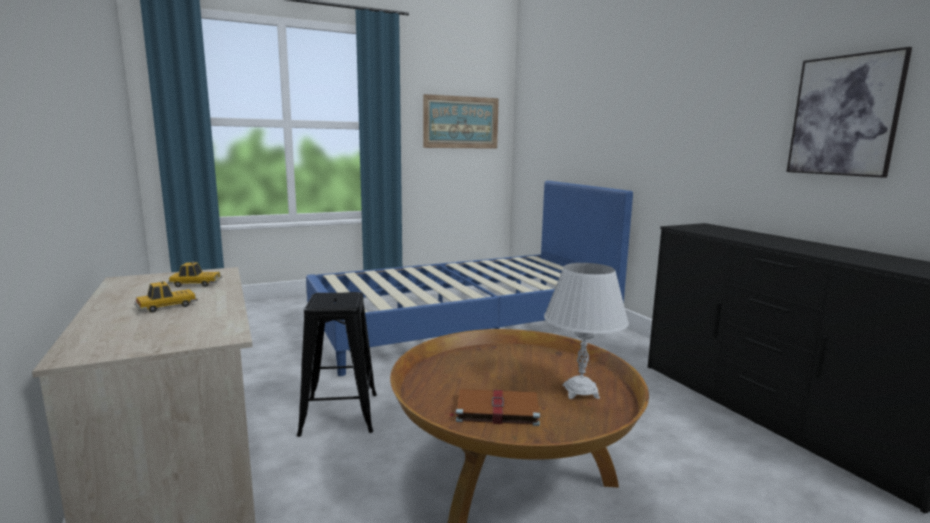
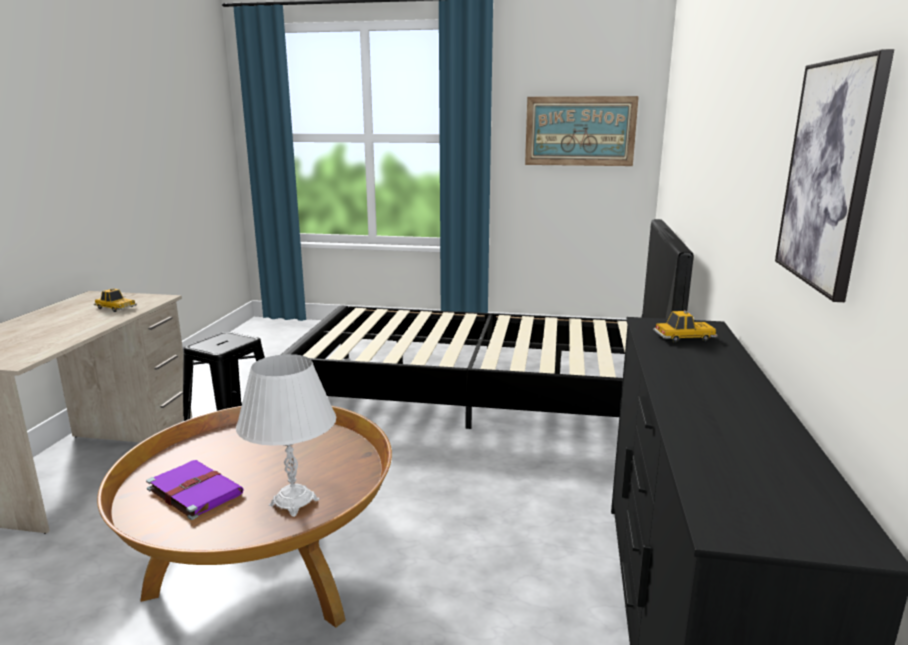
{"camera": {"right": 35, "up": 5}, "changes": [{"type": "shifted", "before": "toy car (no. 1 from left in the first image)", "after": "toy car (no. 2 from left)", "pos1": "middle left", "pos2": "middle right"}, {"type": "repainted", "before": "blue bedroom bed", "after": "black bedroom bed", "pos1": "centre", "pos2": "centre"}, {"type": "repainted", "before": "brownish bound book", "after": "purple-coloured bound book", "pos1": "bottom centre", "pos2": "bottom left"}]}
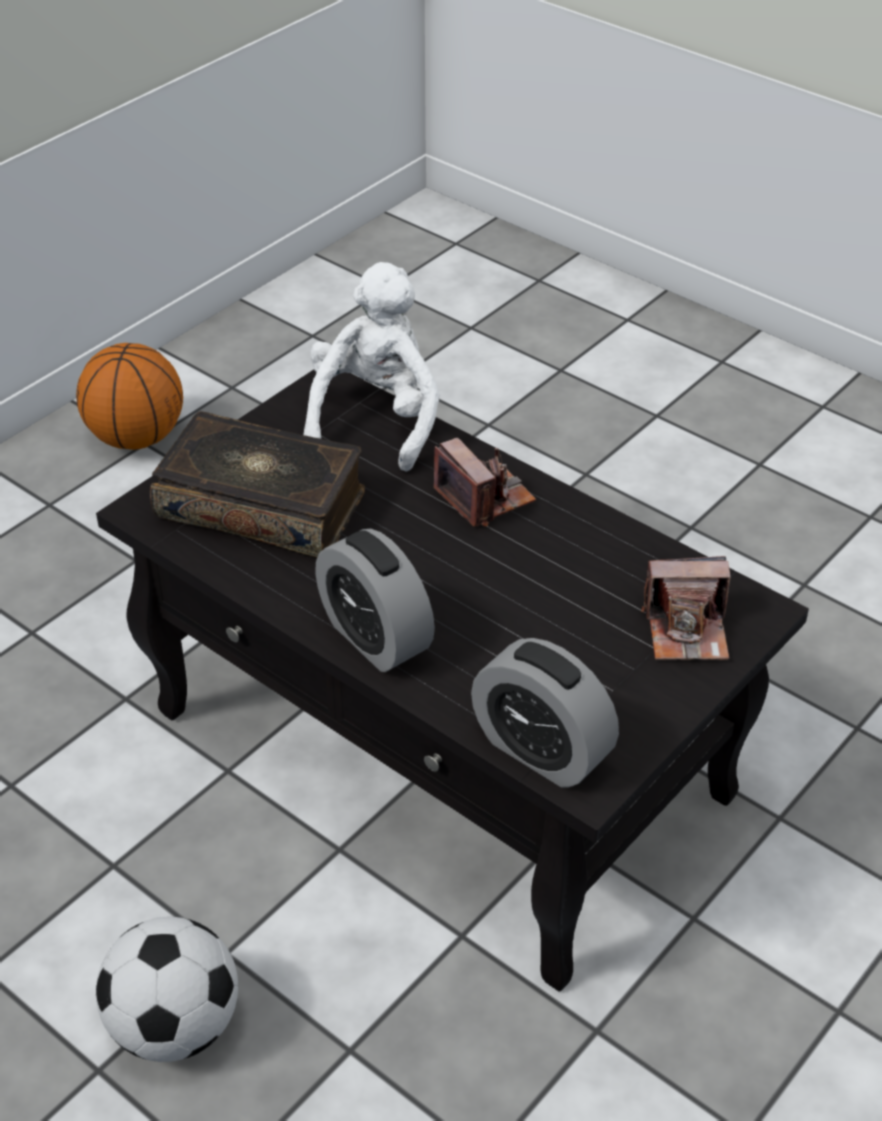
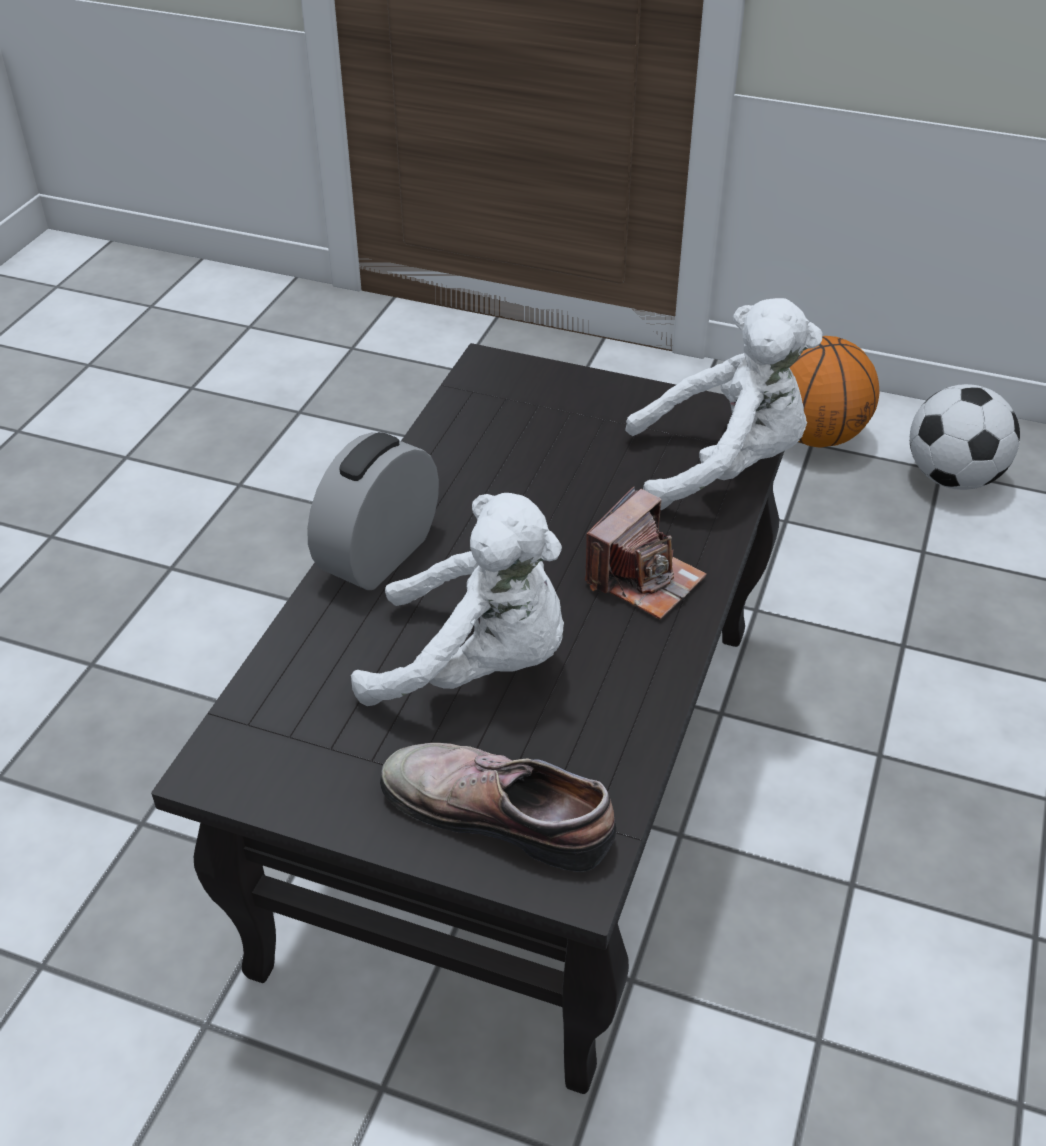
{"camera": {"right": 70, "up": 0}, "changes": [{"type": "gone", "before": "bound book", "pos1": "middle left"}, {"type": "gone", "before": "table clock (no. 2 from left)", "pos1": "centre"}, {"type": "new", "after": "white-coloured soft toy (no. 1 from left)", "pos2": "centre"}, {"type": "shifted", "before": "football ball", "pos1": "bottom left", "pos2": "middle right"}, {"type": "swapped", "before": "photo camera (no. 2 from left)", "after": "item of footwear", "pos1": "middle right", "pos2": "bottom centre"}]}
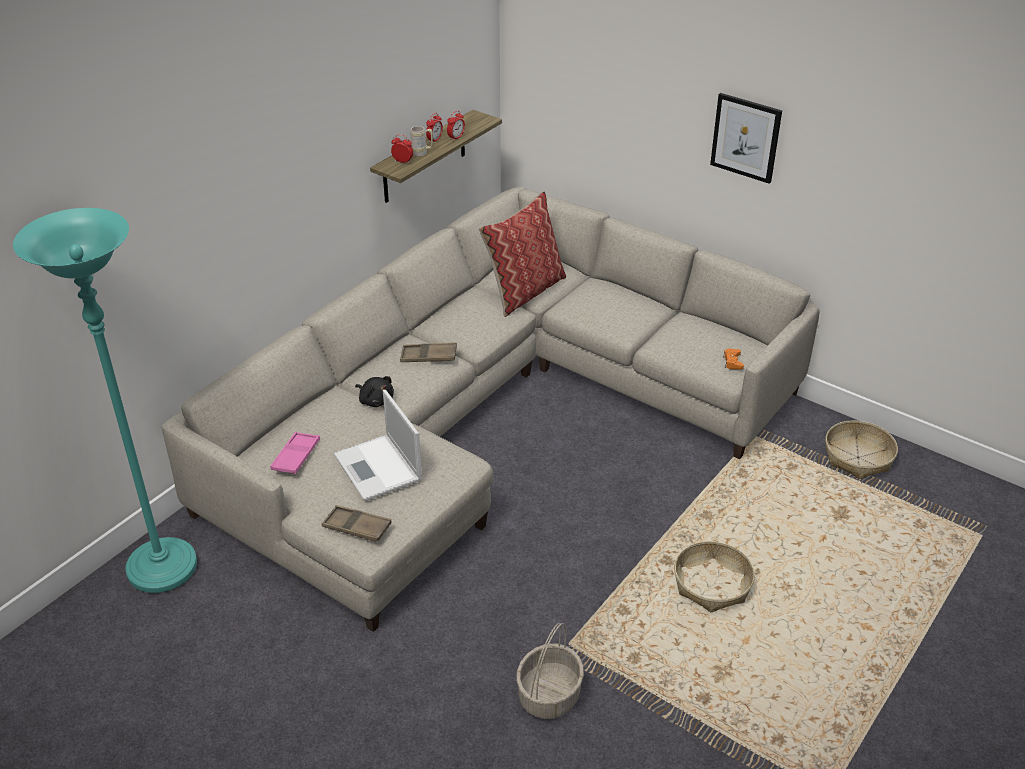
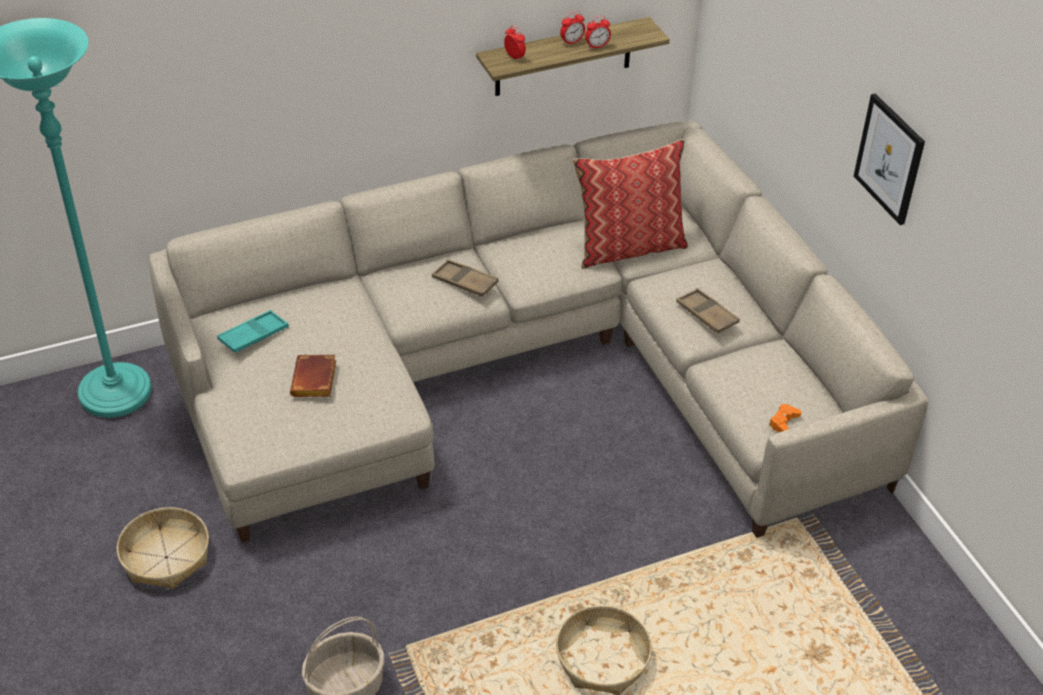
{"camera": {"right": 30, "up": 5}, "changes": [{"type": "gone", "before": "black soft toy", "pos1": "centre"}, {"type": "gone", "before": "beige-coloured coffee mug", "pos1": "top centre"}, {"type": "shifted", "before": "brownish tray (no. 1 from left in the first image)", "after": "brownish tray (no. 2 from left)", "pos1": "bottom centre", "pos2": "middle right"}, {"type": "shifted", "before": "storage basket (no. 3 from left in the first image)", "after": "storage basket (no. 1 from left)", "pos1": "middle right", "pos2": "bottom left"}, {"type": "swapped", "before": "portable computer", "after": "brownish bound book", "pos1": "centre", "pos2": "middle left"}, {"type": "repainted", "before": "pink-coloured tray", "after": "turquoise-coloured tray", "pos1": "middle left", "pos2": "middle left"}]}
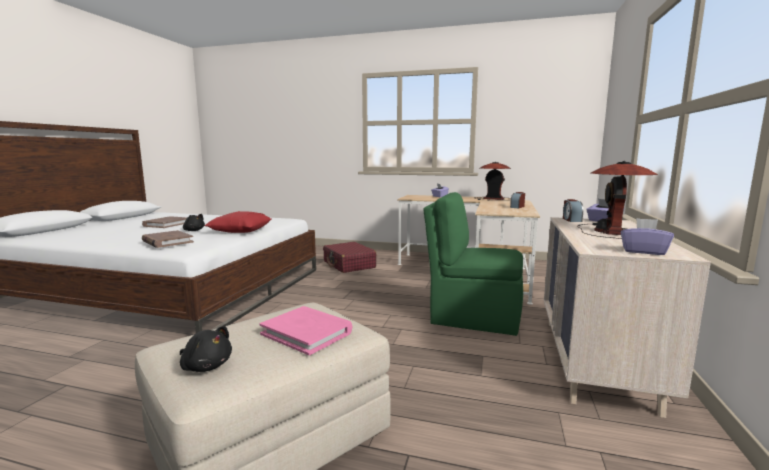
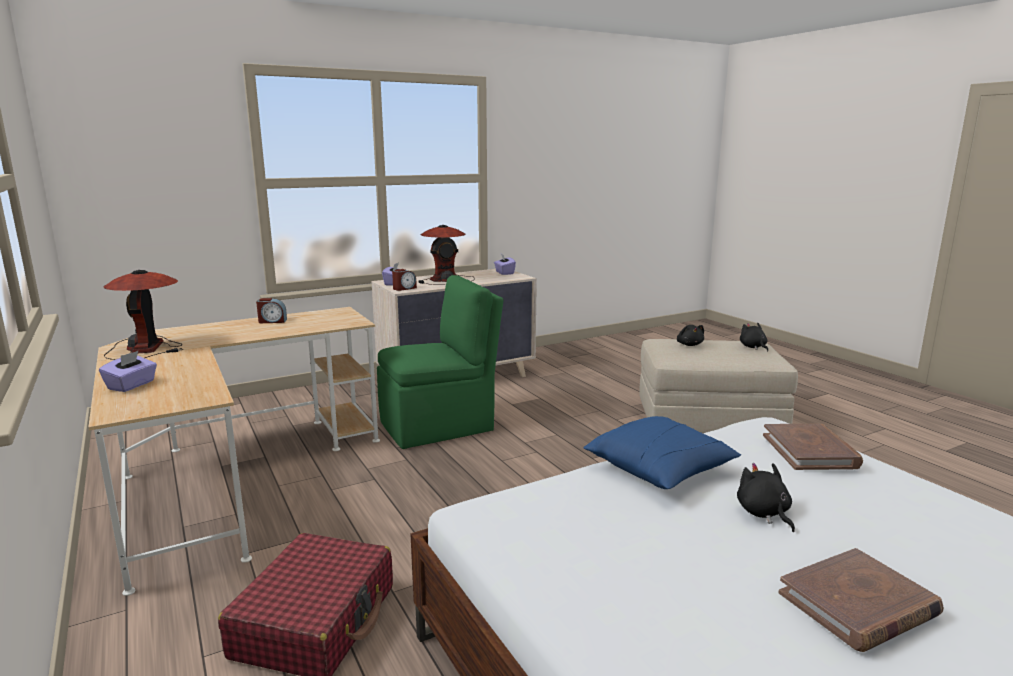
{"camera": {"right": -135, "up": 5}, "changes": [{"type": "swapped", "before": "pink-coloured bound book", "after": "black soft toy (no. 1 from left)", "pos1": "bottom centre", "pos2": "middle right"}, {"type": "repainted", "before": "reddish cushion", "after": "blue cushion", "pos1": "middle left", "pos2": "bottom centre"}, {"type": "rotated", "before": "green upright chair", "pos1": "centre", "pos2": "centre", "turn": -90}]}
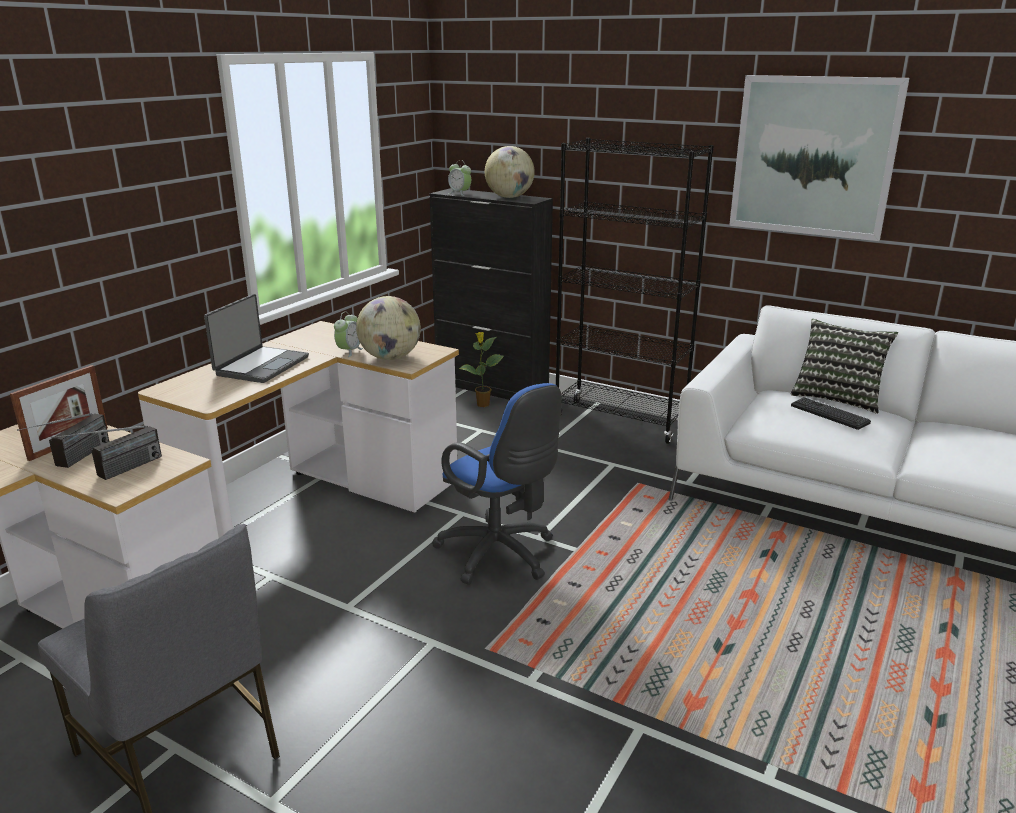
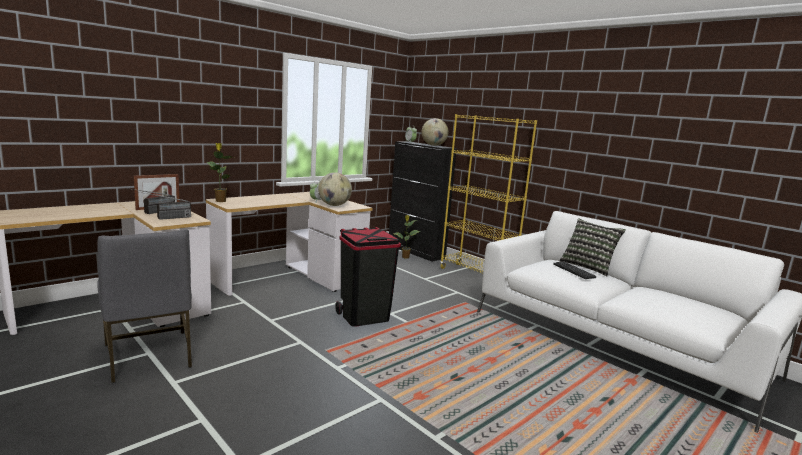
{"camera": {"right": 15, "up": -10}, "changes": [{"type": "gone", "before": "portable computer", "pos1": "middle left"}, {"type": "gone", "before": "picture", "pos1": "top right"}, {"type": "new", "after": "potted plant (no. 1 from left)", "pos2": "middle left"}, {"type": "swapped", "before": "blue computer chair", "after": "black trash can", "pos1": "centre", "pos2": "centre"}, {"type": "repainted", "before": "black shelving unit", "after": "yellow-coloured shelving unit", "pos1": "centre", "pos2": "centre"}]}
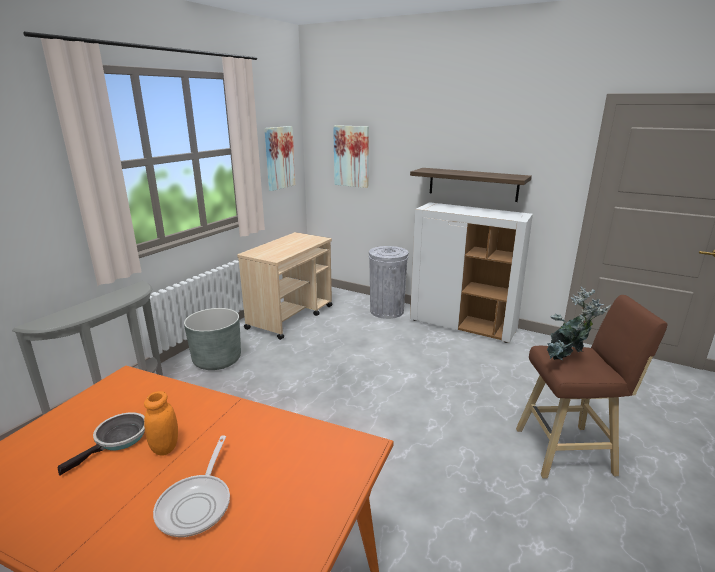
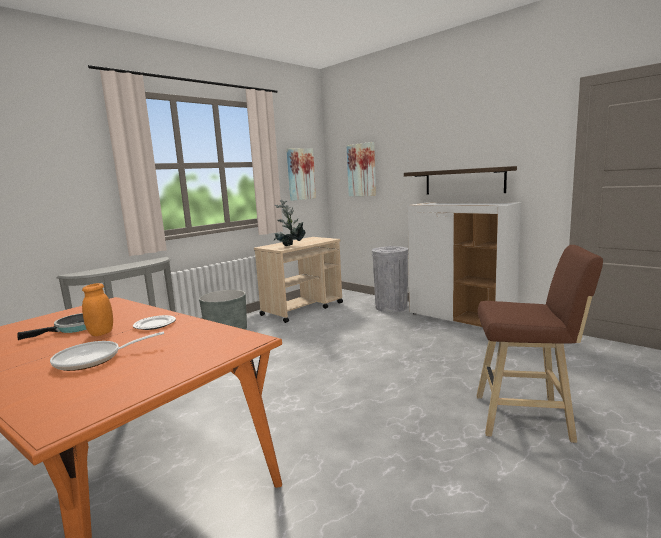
{"camera": {"right": 15, "up": -10}, "changes": [{"type": "new", "after": "dinner plate", "pos2": "middle left"}, {"type": "shifted", "before": "potted plant", "pos1": "middle right", "pos2": "centre"}, {"type": "rotated", "before": "skillet (no. 2 from left)", "pos1": "bottom left", "pos2": "middle left", "turn": 45}]}
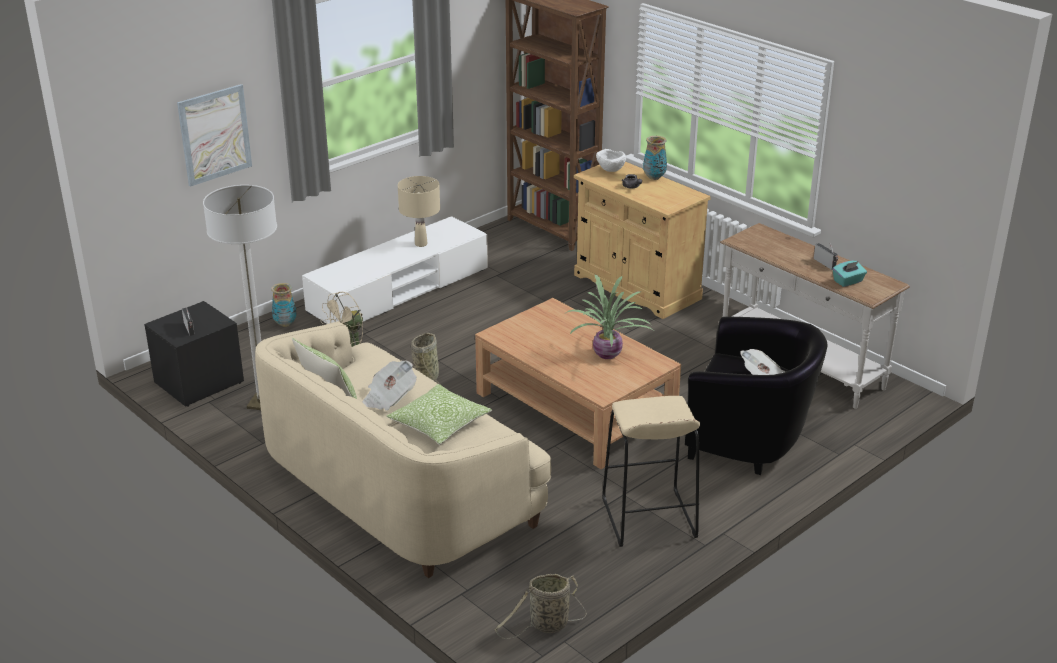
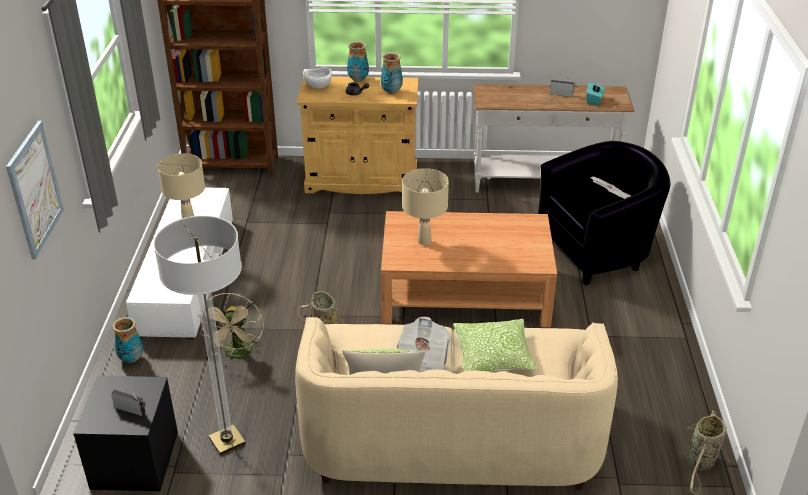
{"camera": {"right": -45, "up": 5}, "changes": [{"type": "gone", "before": "potted plant", "pos1": "centre"}, {"type": "gone", "before": "beige-coloured stool", "pos1": "bottom centre"}, {"type": "new", "after": "decorative vase (no. 3 from left)", "pos2": "top centre"}, {"type": "new", "after": "beige-coloured table lamp (no. 2 from left)", "pos2": "centre"}]}
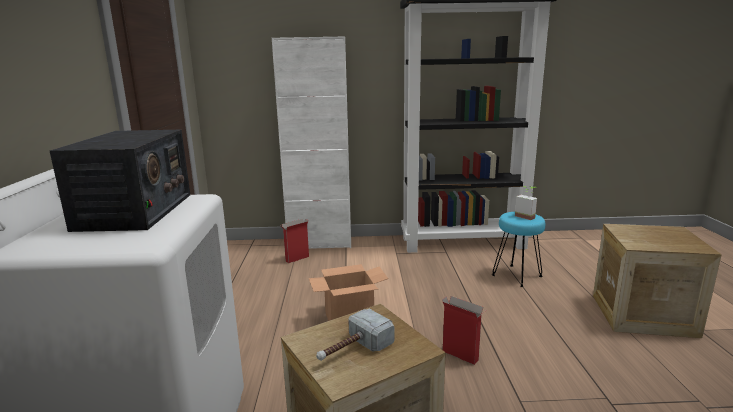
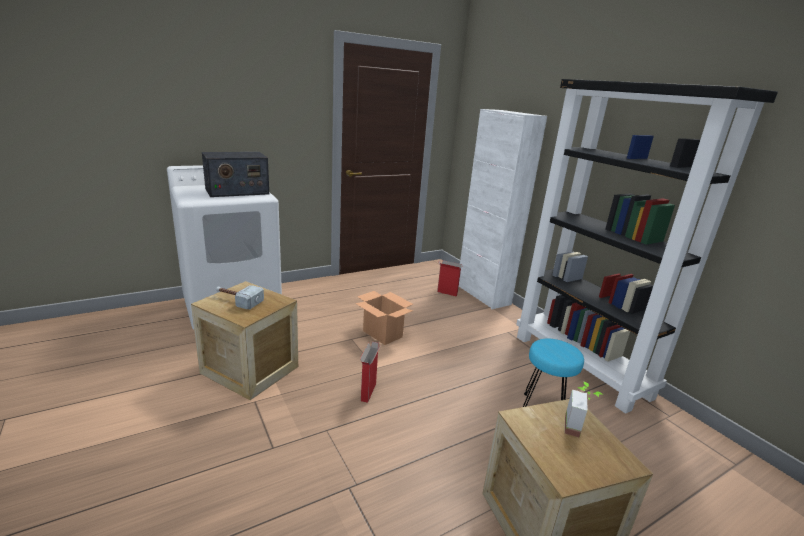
{"camera": {"right": 60, "up": 5}, "changes": [{"type": "shifted", "before": "potted plant", "pos1": "middle right", "pos2": "bottom right"}]}
